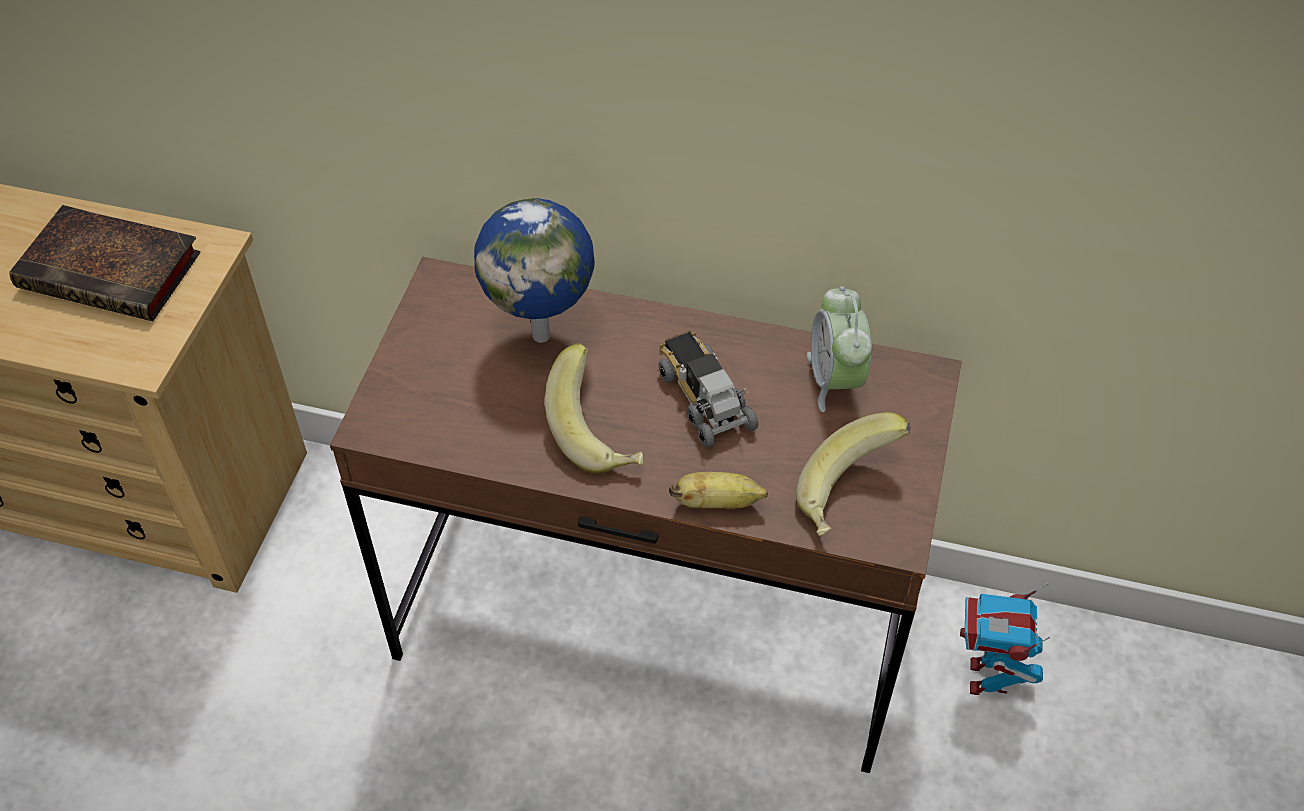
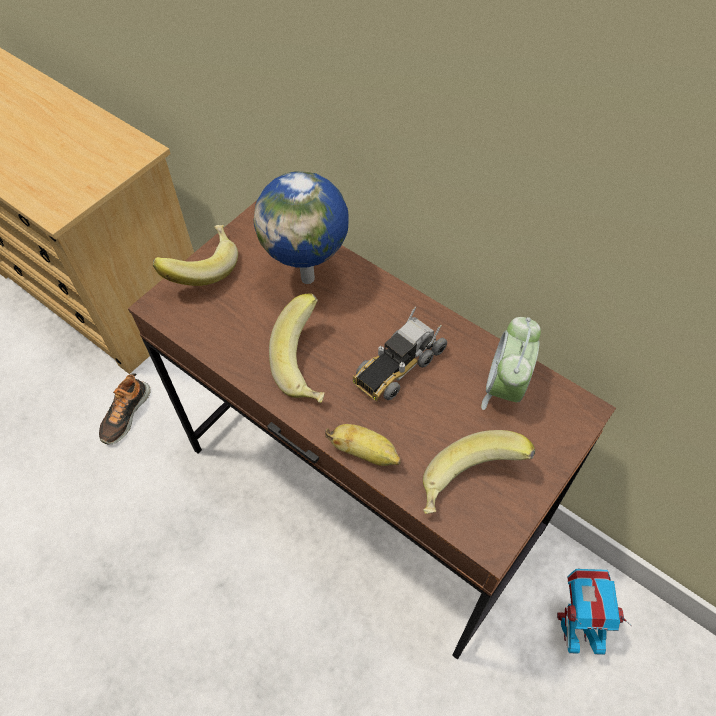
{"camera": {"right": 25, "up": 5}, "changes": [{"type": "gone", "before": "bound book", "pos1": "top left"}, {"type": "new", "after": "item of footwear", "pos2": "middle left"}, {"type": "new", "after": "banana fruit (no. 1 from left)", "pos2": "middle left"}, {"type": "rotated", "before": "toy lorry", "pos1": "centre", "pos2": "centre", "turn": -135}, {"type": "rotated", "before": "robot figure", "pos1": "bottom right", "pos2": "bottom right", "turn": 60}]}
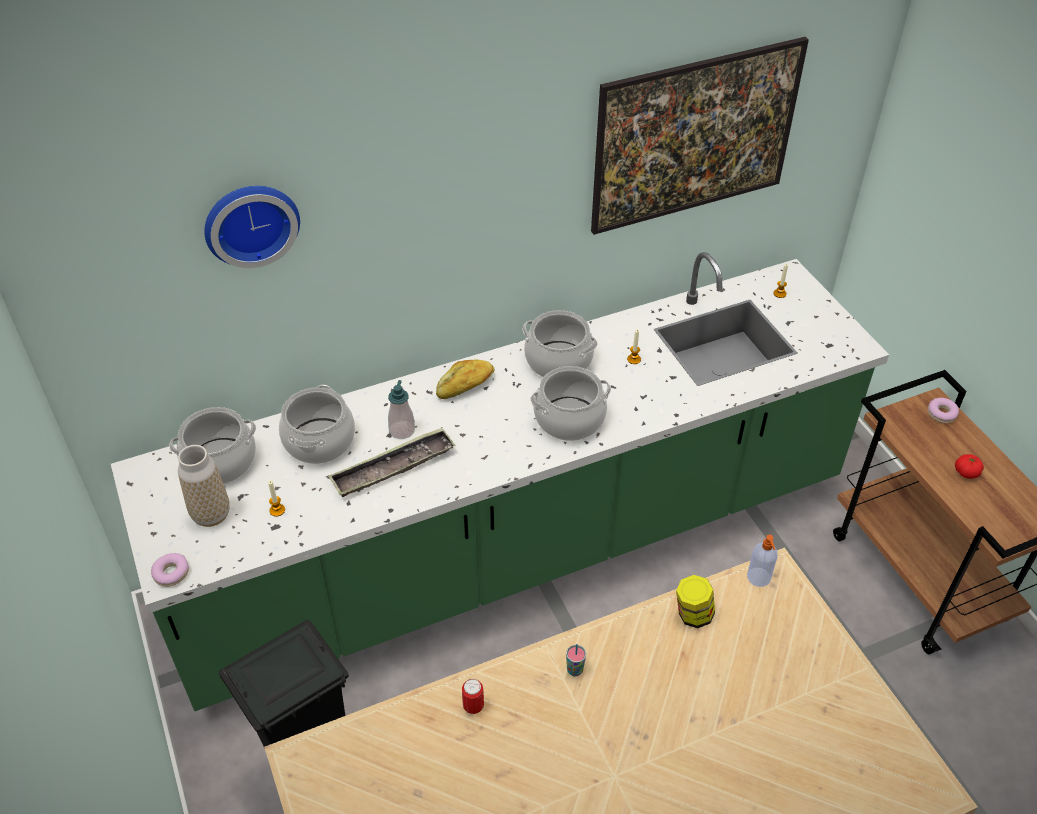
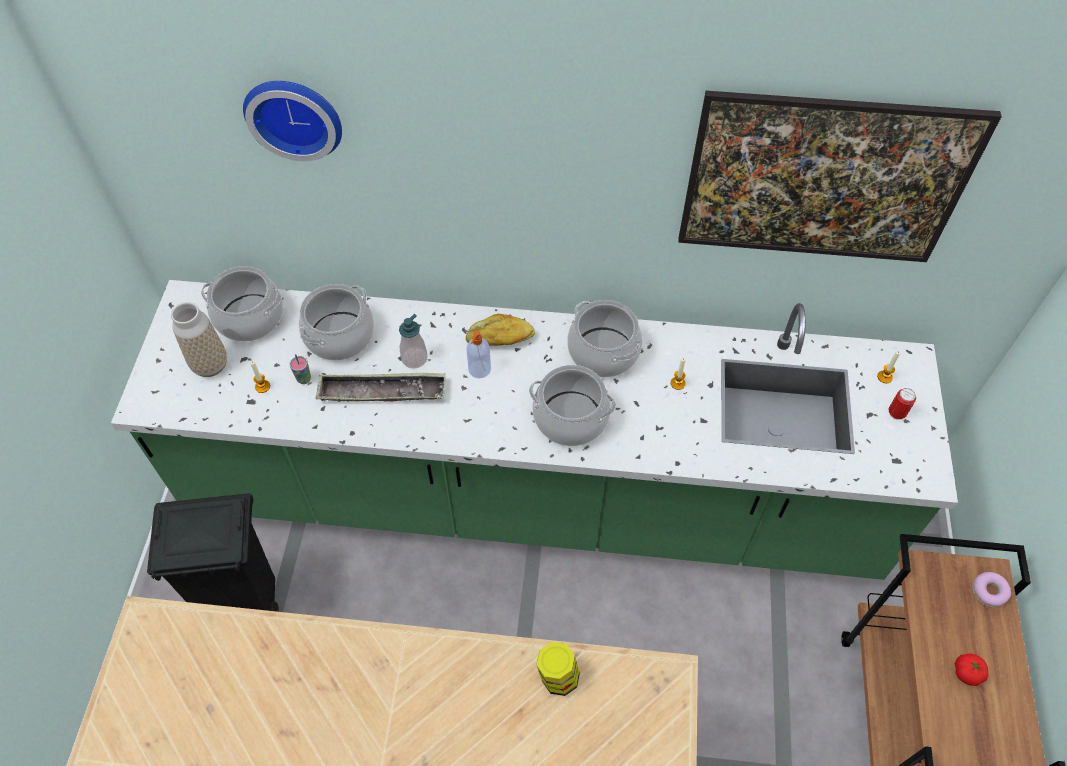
{"camera": {"right": 30, "up": 10}, "changes": [{"type": "gone", "before": "donut (no. 1 from left)", "pos1": "bottom left"}, {"type": "shifted", "before": "metal can", "pos1": "bottom centre", "pos2": "middle right"}, {"type": "shifted", "before": "small cup", "pos1": "bottom centre", "pos2": "middle left"}, {"type": "shifted", "before": "liquid soap bottle (no. 2 from left)", "pos1": "bottom right", "pos2": "centre"}]}
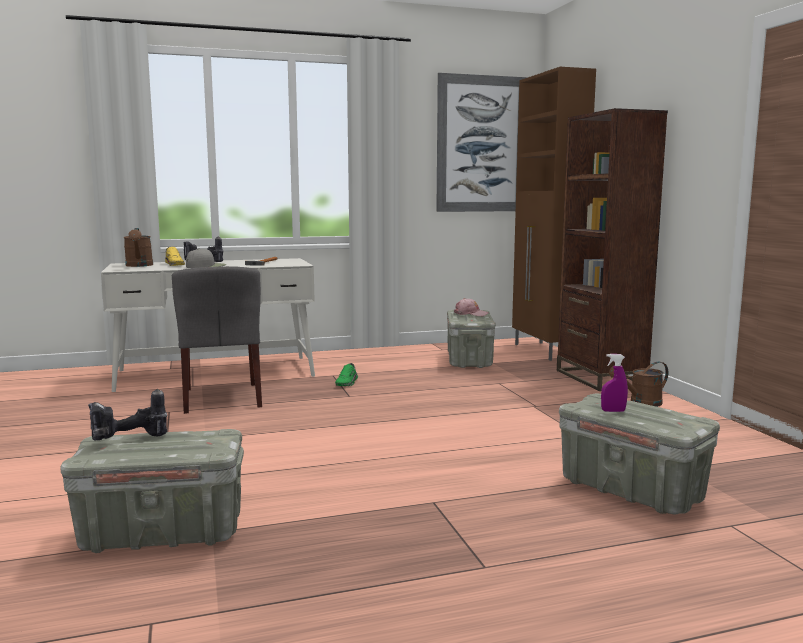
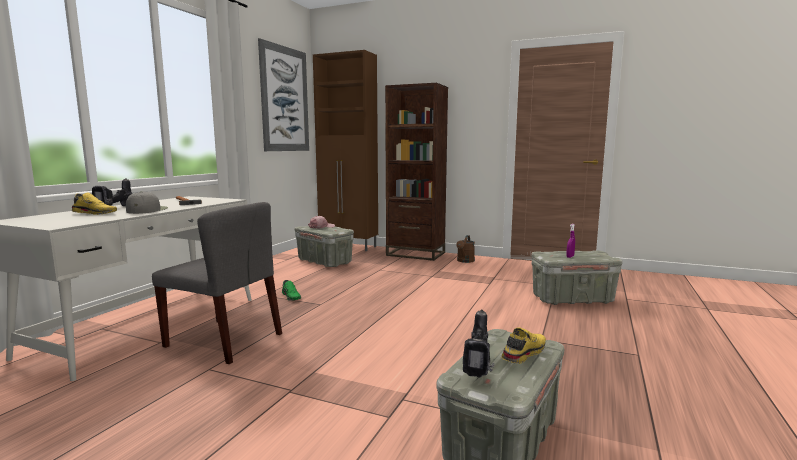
{"camera": {"right": -50, "up": 0}, "changes": [{"type": "gone", "before": "brownish watering pot (no. 1 from left)", "pos1": "middle left"}, {"type": "new", "after": "yellow-coloured item of footwear (no. 2 from left)", "pos2": "bottom centre"}]}
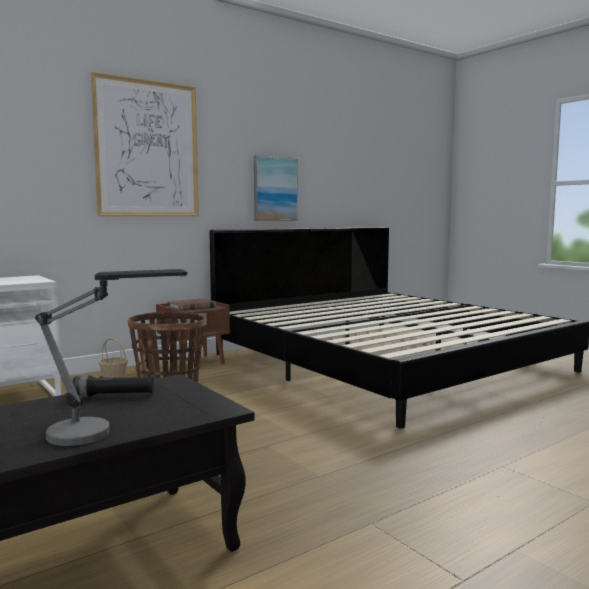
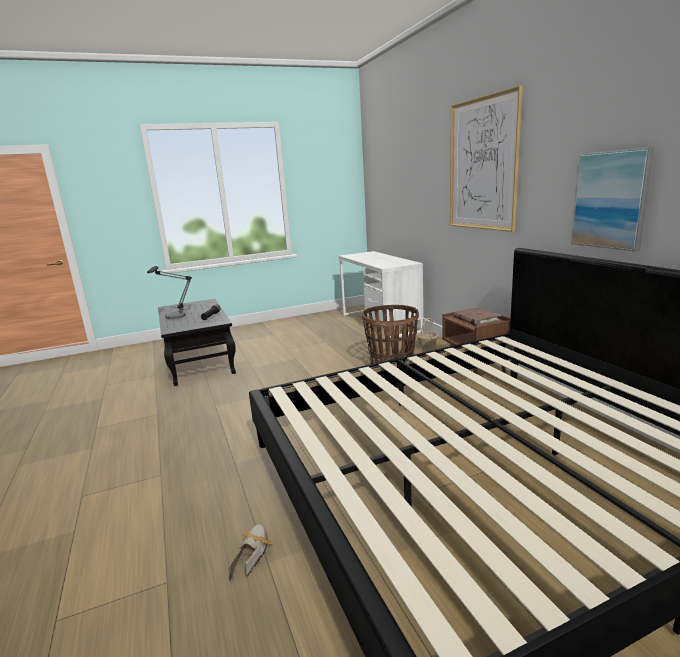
{"camera": {"right": 105, "up": 10}, "changes": [{"type": "new", "after": "item of footwear", "pos2": "bottom centre"}]}
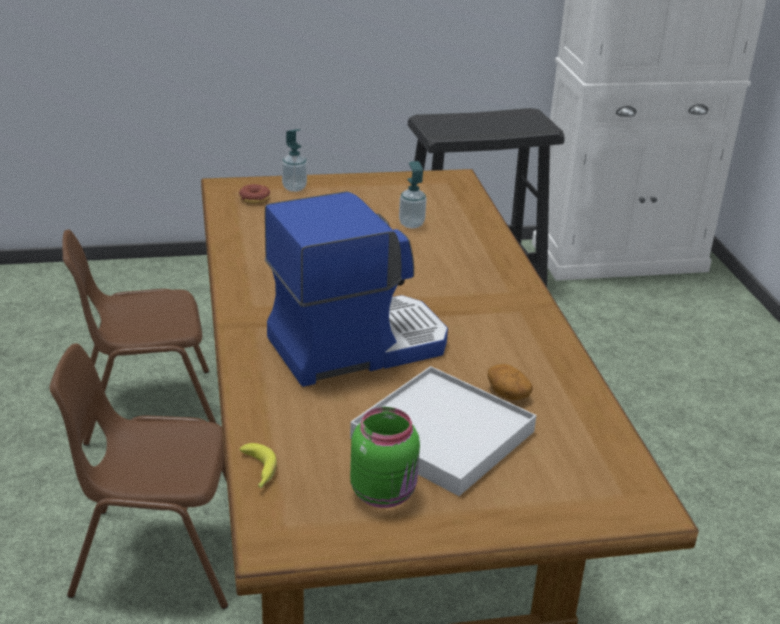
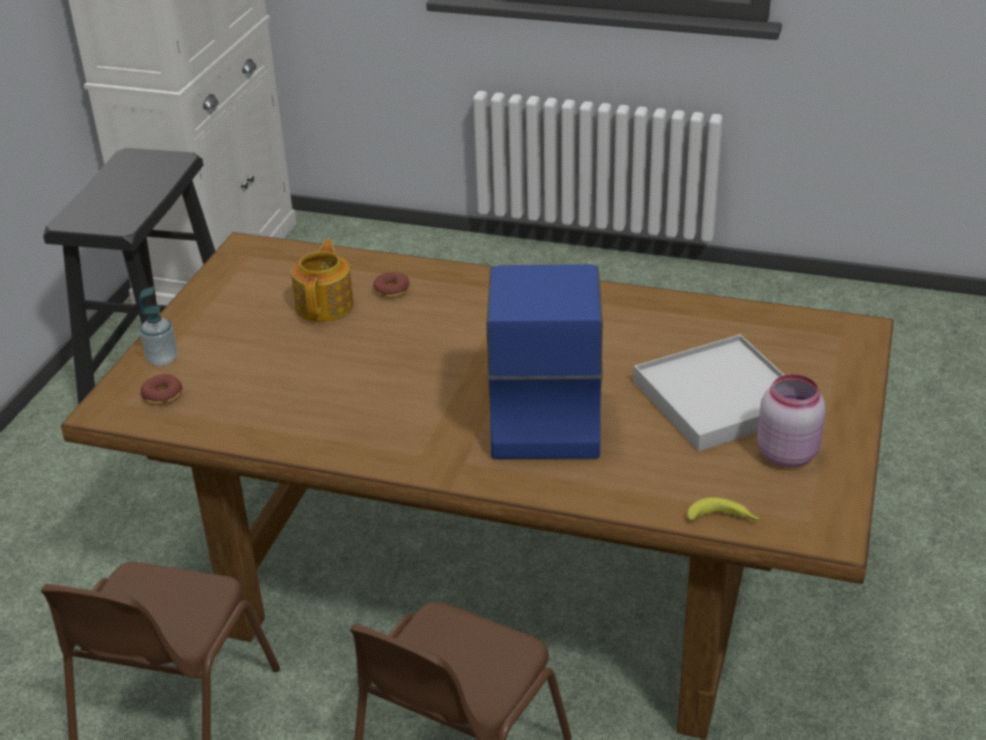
{"camera": {"right": -60, "up": 5}, "changes": [{"type": "gone", "before": "spud", "pos1": "centre"}, {"type": "new", "after": "donut (no. 2 from left)", "pos2": "centre"}, {"type": "swapped", "before": "liquid soap bottle (no. 2 from left)", "after": "tea pot", "pos1": "top centre", "pos2": "middle left"}, {"type": "repainted", "before": "green preserve jar", "after": "pink-coloured preserve jar", "pos1": "bottom centre", "pos2": "middle right"}]}
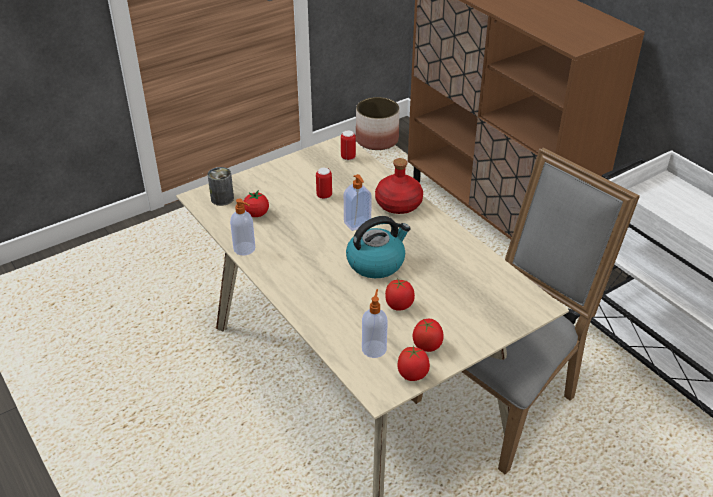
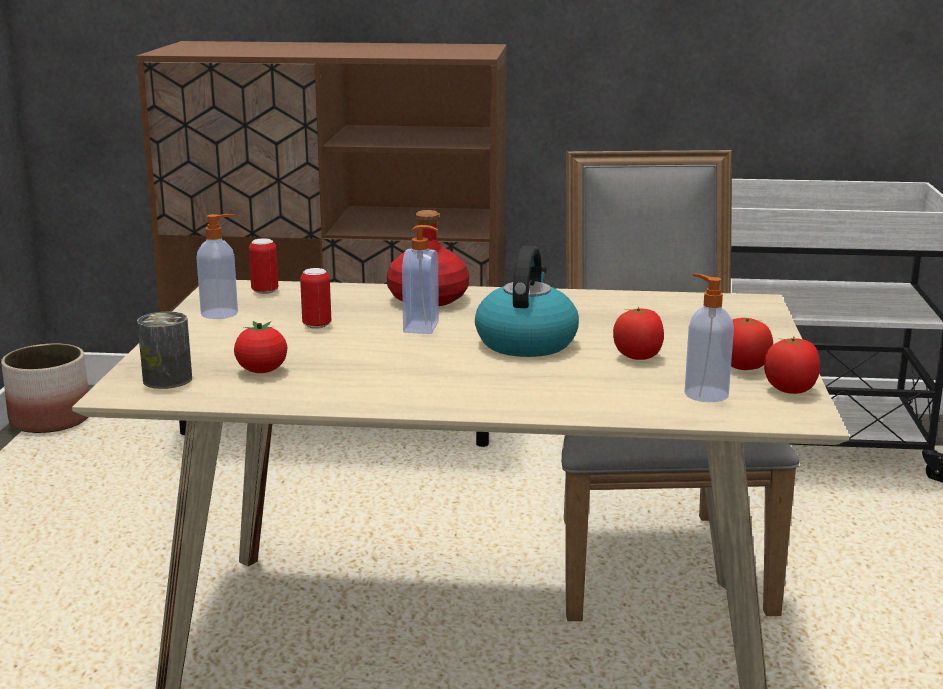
{"camera": {"right": -50, "up": -20}, "changes": [{"type": "shifted", "before": "liquid soap bottle (no. 1 from left)", "pos1": "centre", "pos2": "middle left"}]}
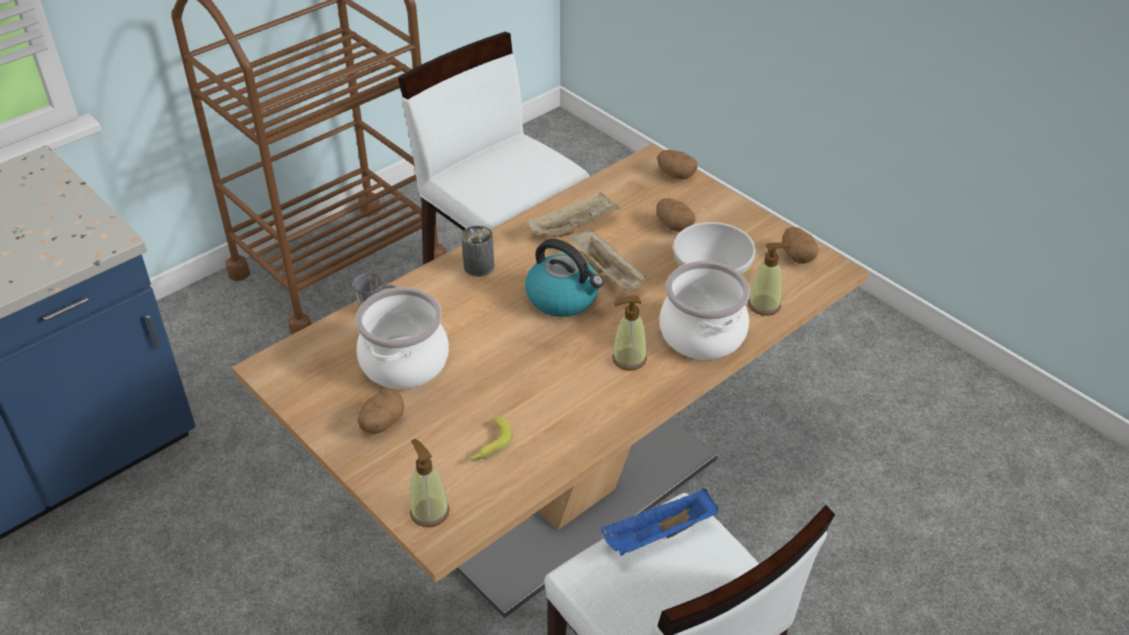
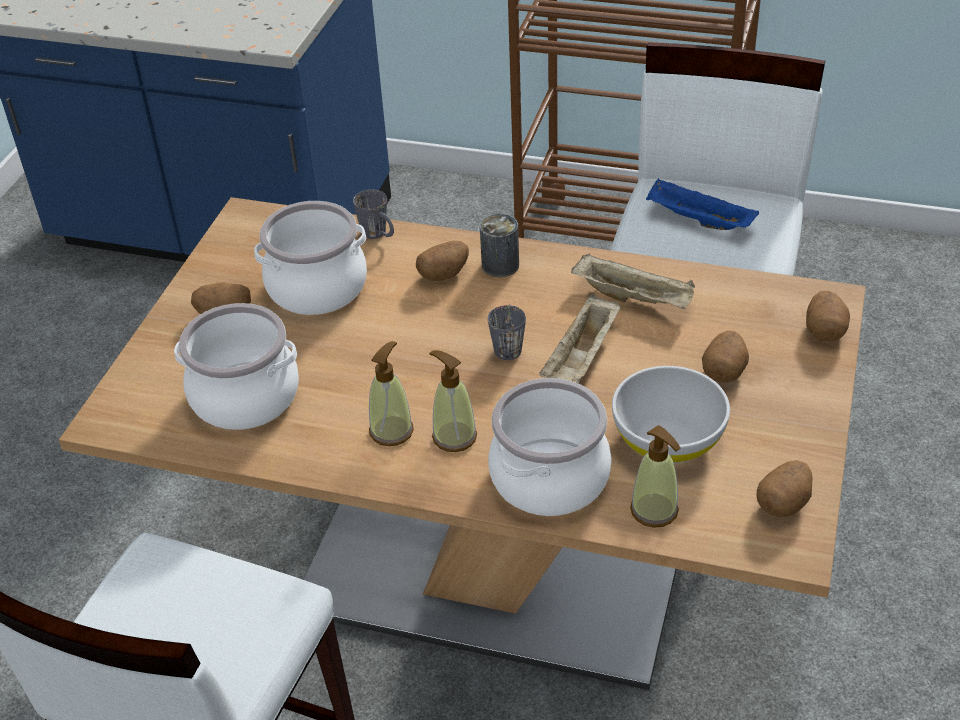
{"camera": {"right": 60, "up": 0}, "changes": [{"type": "new", "after": "spud (no. 2 from left)", "pos2": "centre"}, {"type": "shifted", "before": "liquid soap bottle (no. 1 from left)", "pos1": "bottom centre", "pos2": "centre"}, {"type": "shifted", "before": "blue tray", "pos1": "bottom centre", "pos2": "top right"}, {"type": "swapped", "before": "banana fruit", "after": "saucepot (no. 1 from left)", "pos1": "bottom centre", "pos2": "middle left"}, {"type": "swapped", "before": "water kettle", "after": "greyish coffee mug (no. 2 from left)", "pos1": "centre", "pos2": "centre"}]}
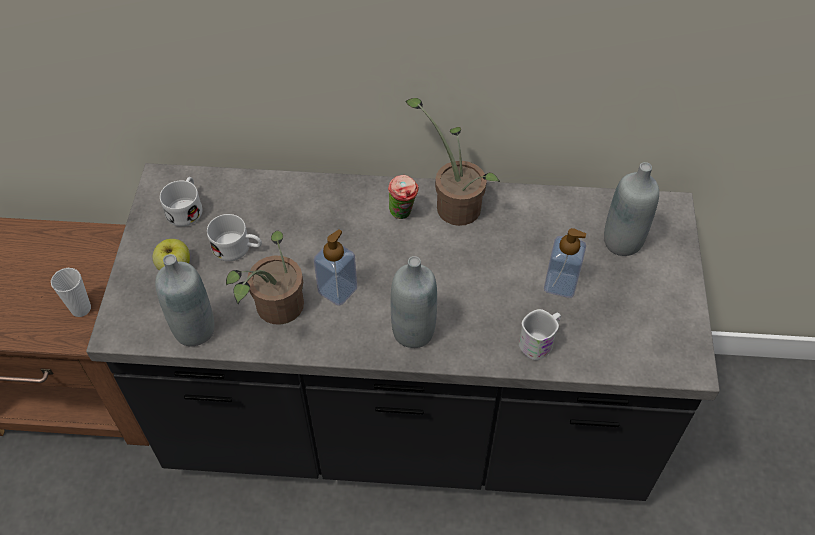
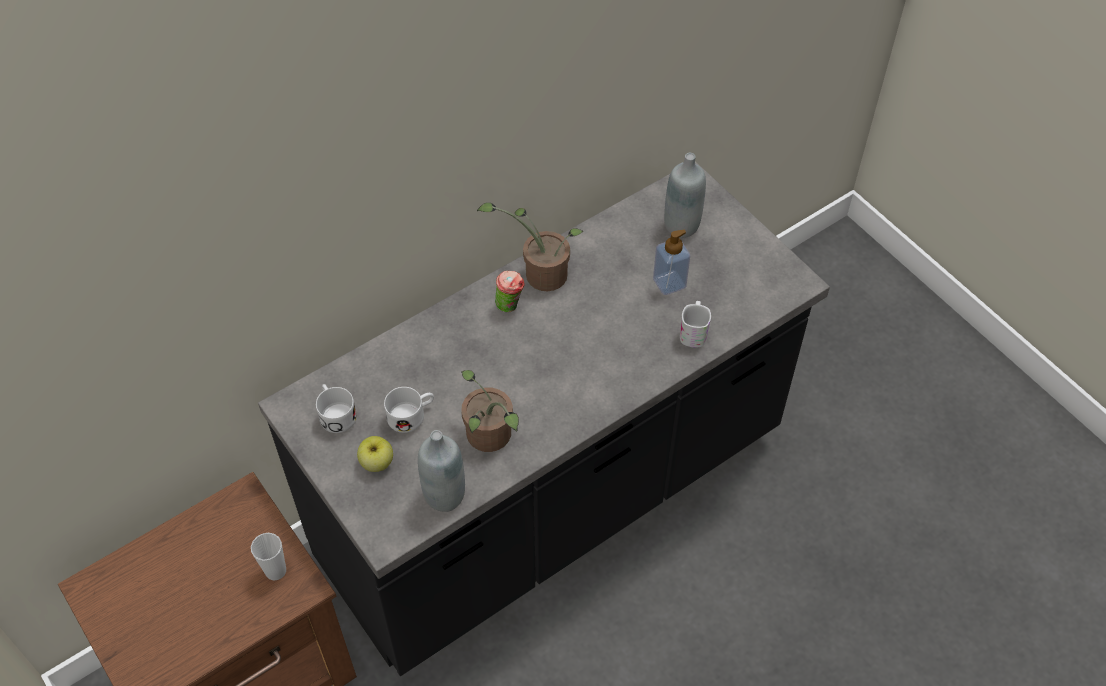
{"camera": {"right": -40, "up": 0}, "changes": [{"type": "gone", "before": "liquid soap bottle (no. 1 from left)", "pos1": "centre"}, {"type": "gone", "before": "greyish bottle (no. 2 from left)", "pos1": "centre"}]}
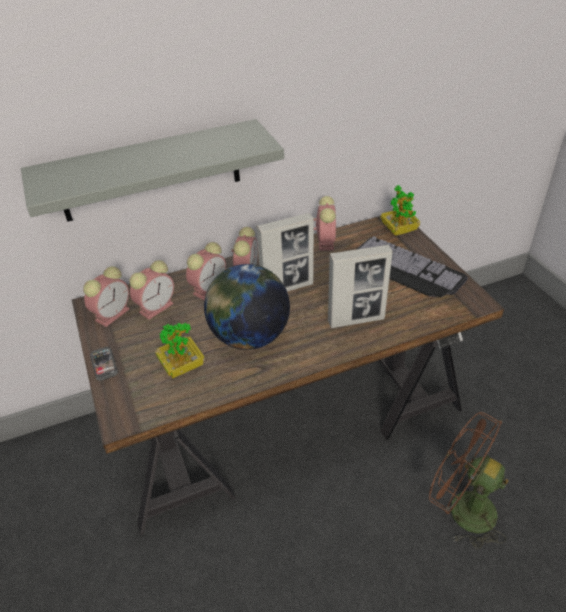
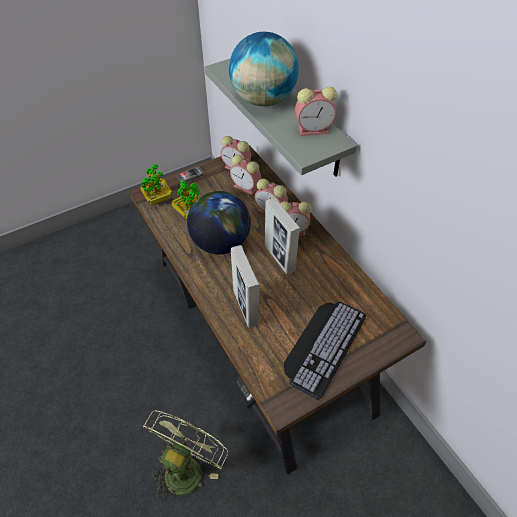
{"camera": {"right": 80, "up": 10}, "changes": [{"type": "new", "after": "desk globe (no. 2 from left)", "pos2": "top centre"}, {"type": "shifted", "before": "table clock (no. 5 from left)", "pos1": "centre", "pos2": "top centre"}, {"type": "shifted", "before": "potted plant (no. 2 from left in the first image)", "after": "potted plant (no. 1 from left)", "pos1": "middle right", "pos2": "middle left"}, {"type": "repainted", "before": "brownish electric fan", "after": "green electric fan", "pos1": "bottom right", "pos2": "bottom centre"}]}
